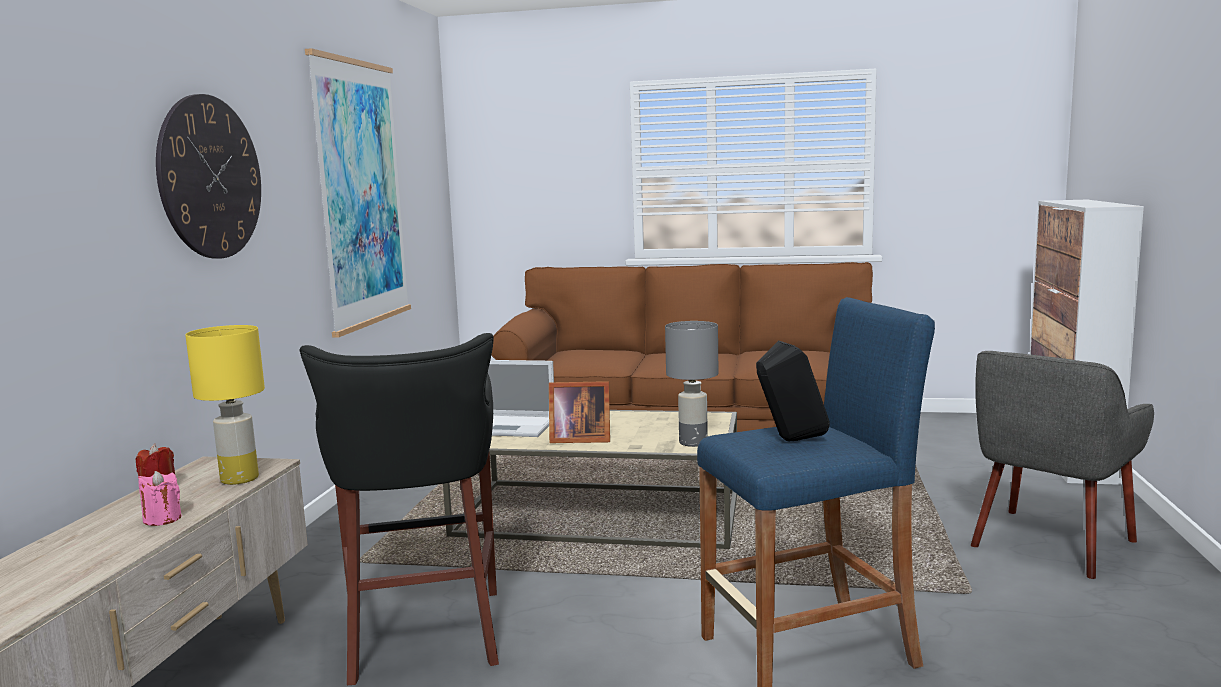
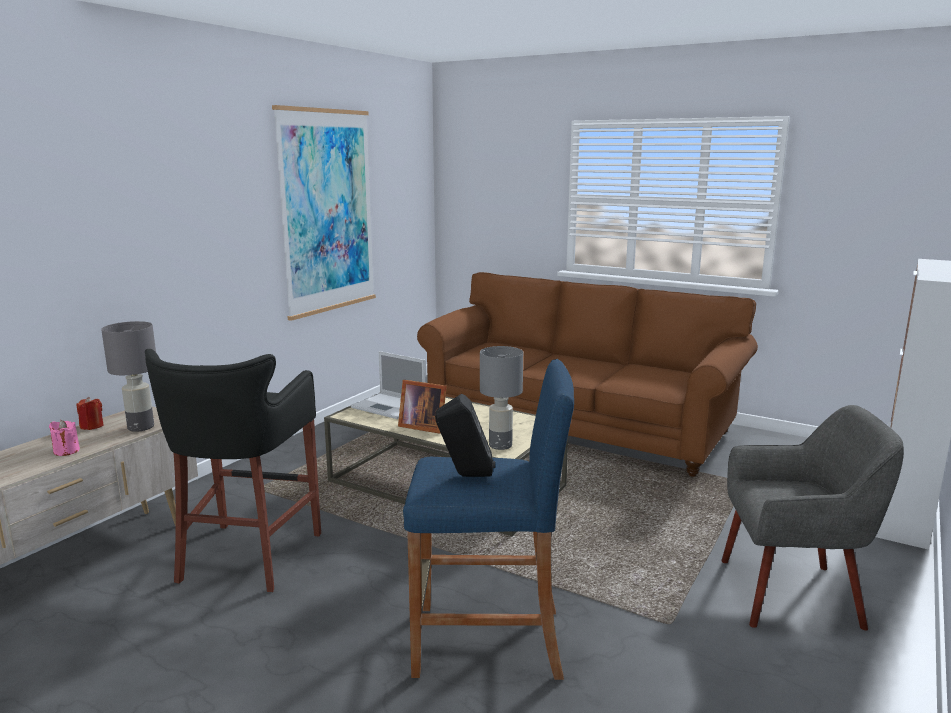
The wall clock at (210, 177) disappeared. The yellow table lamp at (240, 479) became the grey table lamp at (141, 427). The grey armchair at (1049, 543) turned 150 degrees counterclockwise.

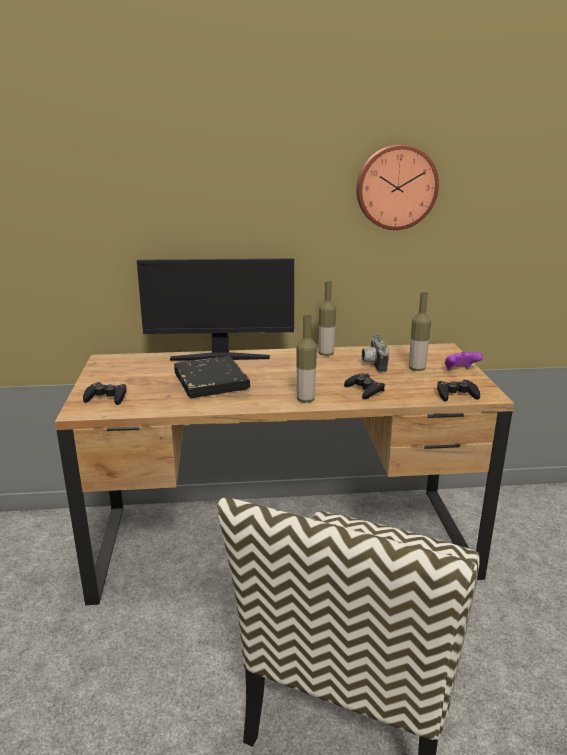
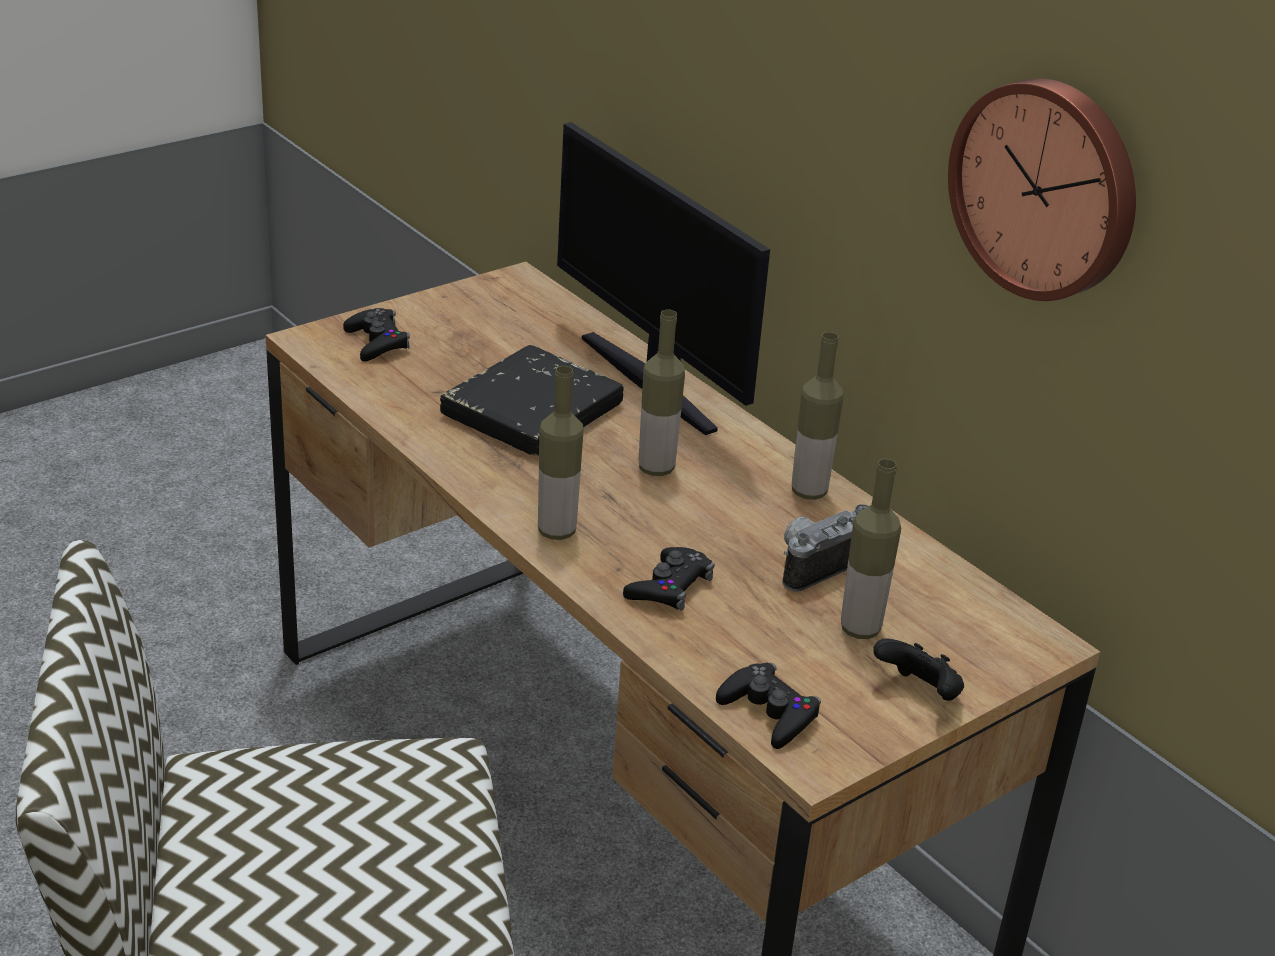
The bottle at (656, 468) appeared. The purple game controller at (460, 370) became the black game controller at (919, 693).

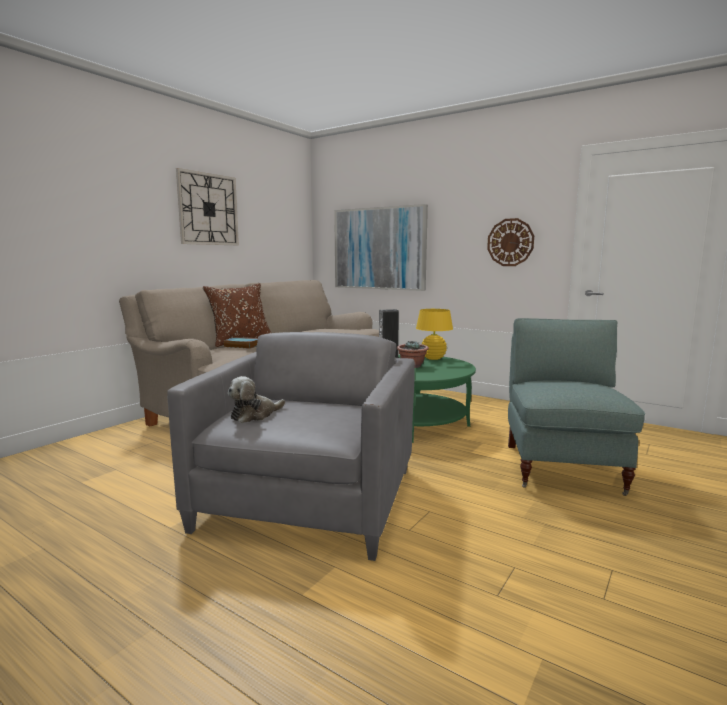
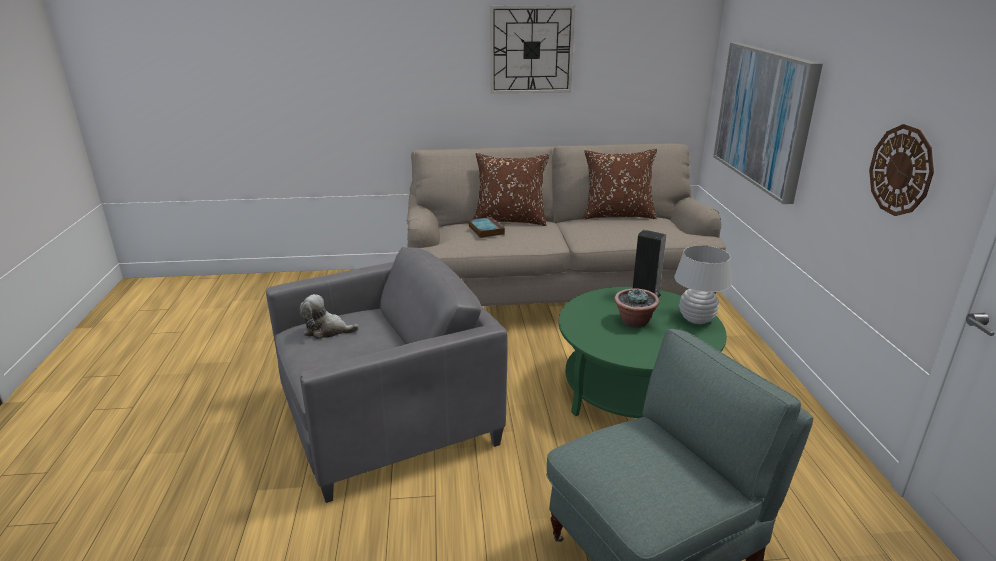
The brown pillow at (617, 215) appeared. The yellow table lamp at (433, 358) became the white table lamp at (696, 319).

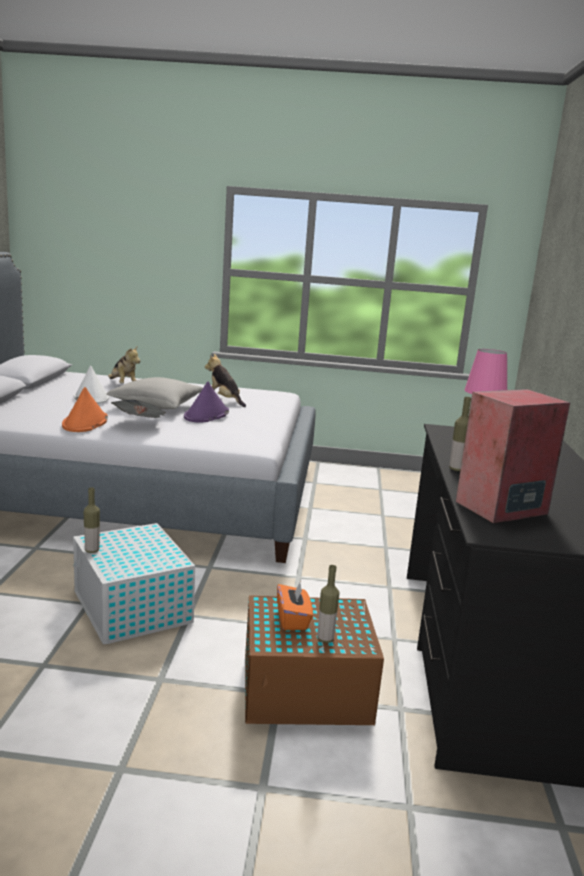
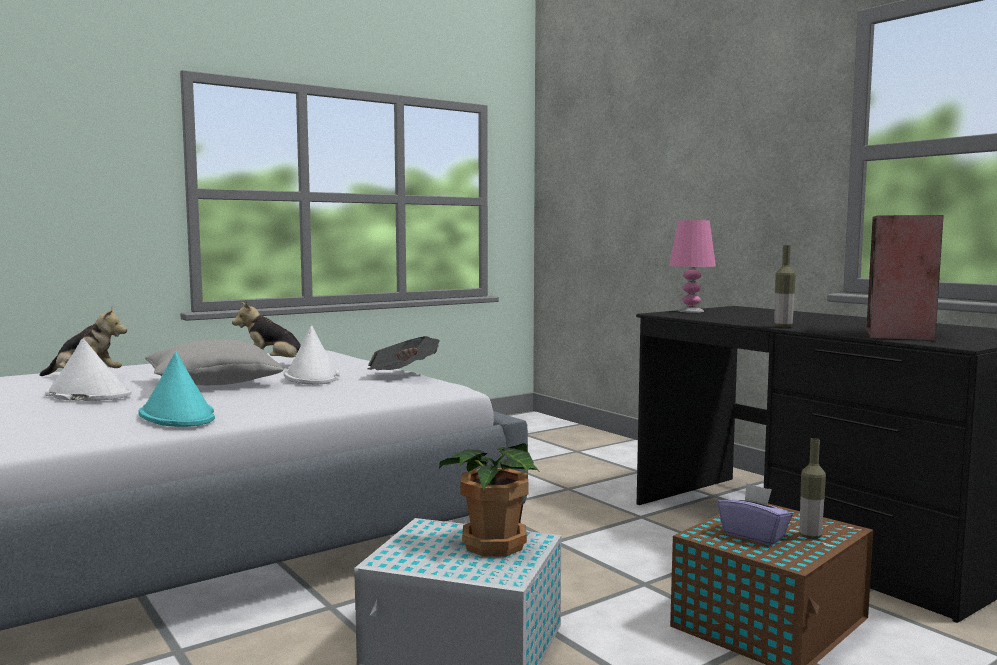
The bottle at (92, 550) disappeared. The potted plant at (493, 544) appeared. The newspaper moved from (140, 424) to (403, 375). The orange hat at (85, 423) became the turquoise hat at (177, 415). The purple hat at (206, 415) became the white hat at (312, 377). The orange tissue box at (293, 619) became the purple tissue box at (754, 535).

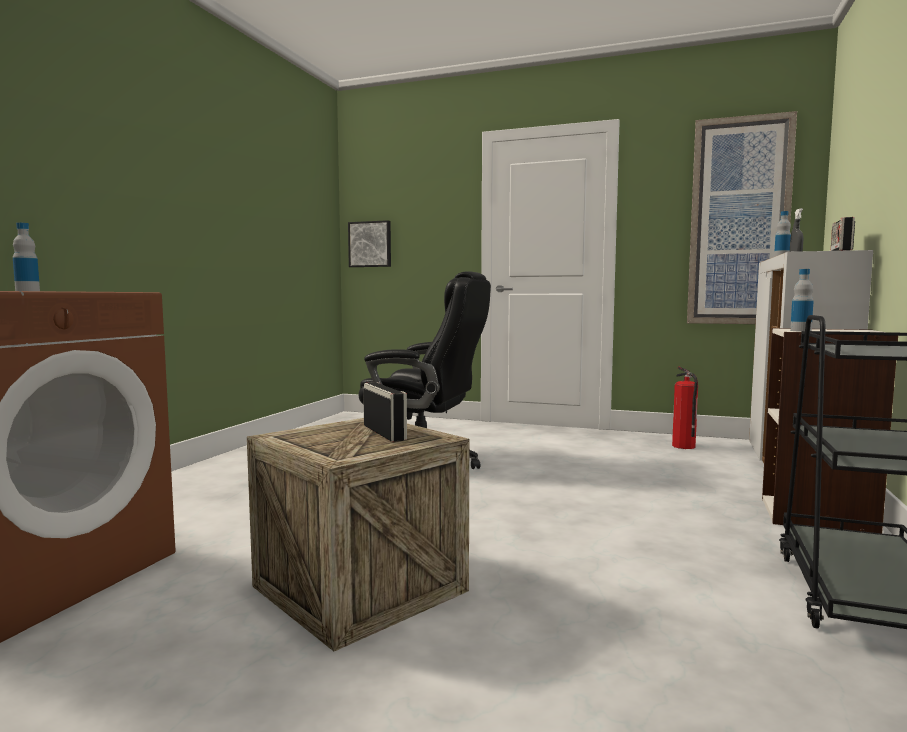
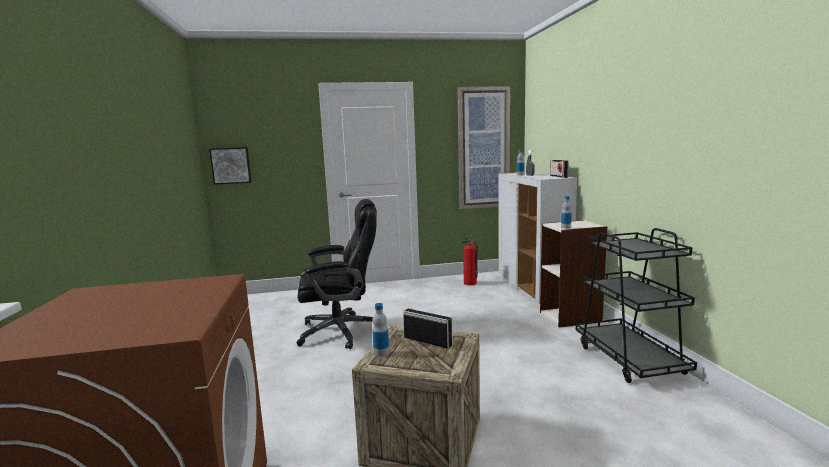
The bottle moved from (27, 291) to (381, 353).

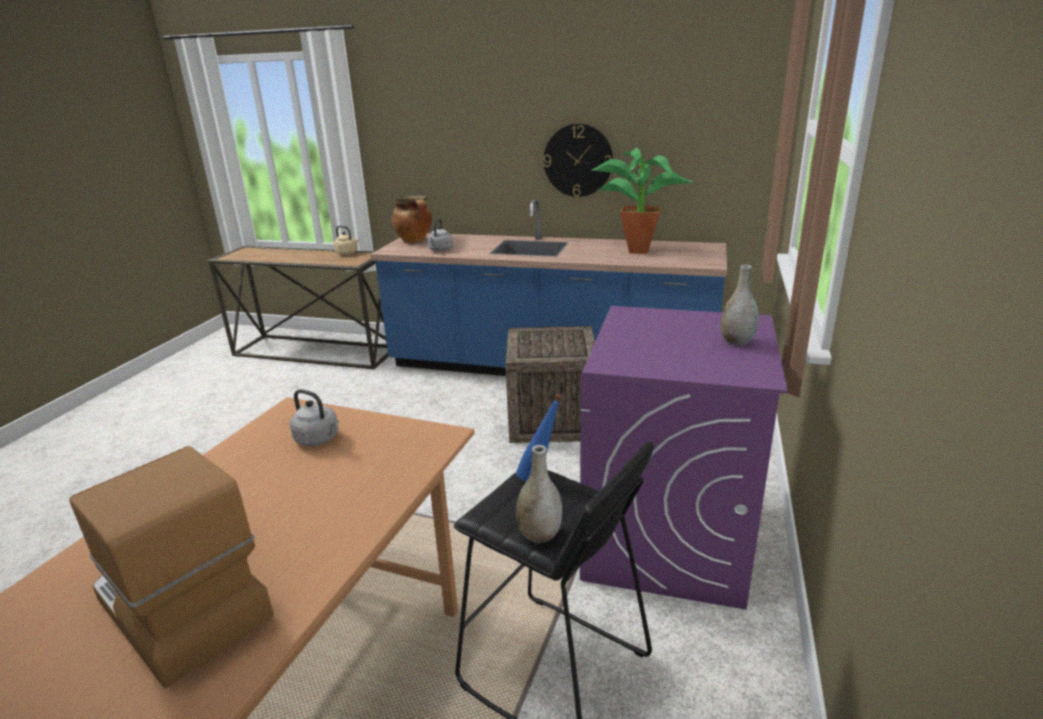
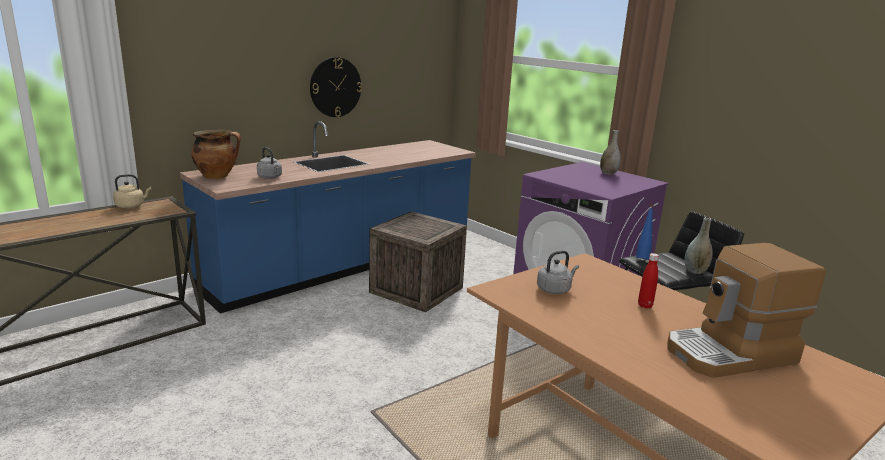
The potted plant at (634, 250) disappeared. The red bottle at (645, 305) appeared.

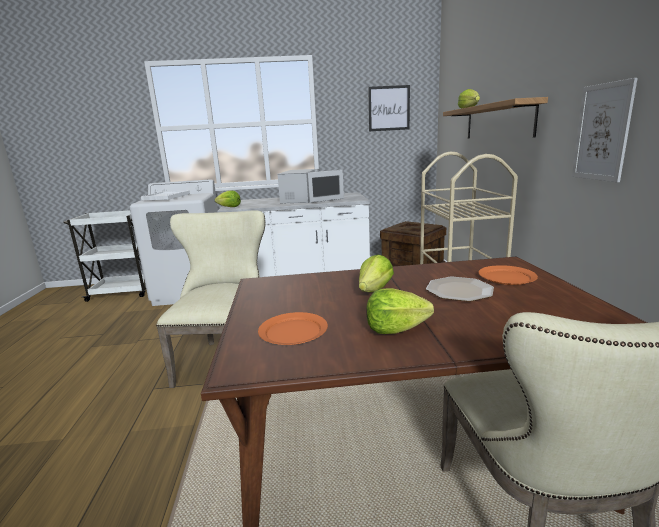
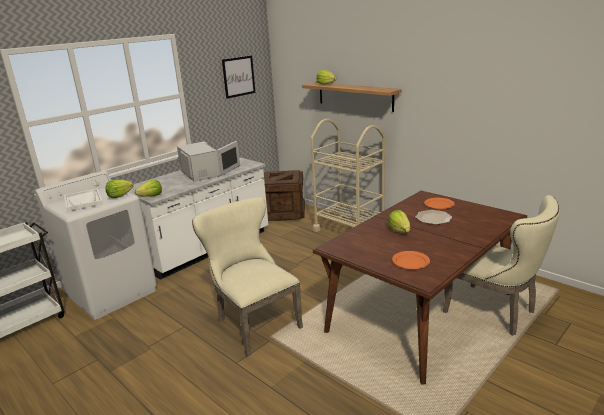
The picture at (602, 132) disappeared. The lettuce moved from (395, 329) to (119, 196).

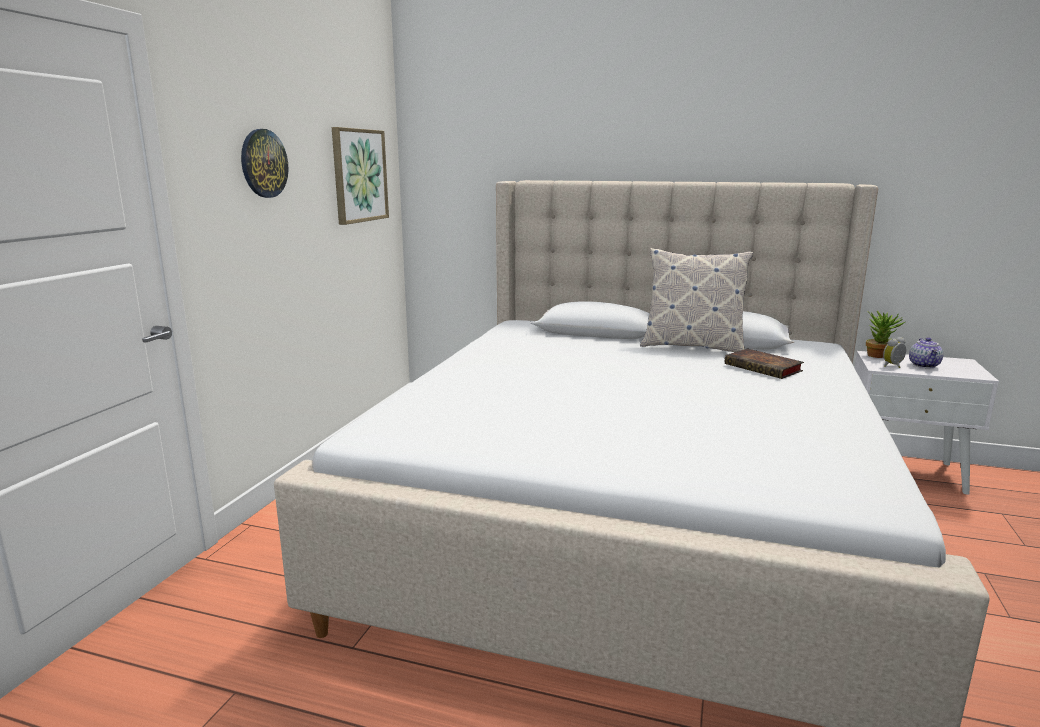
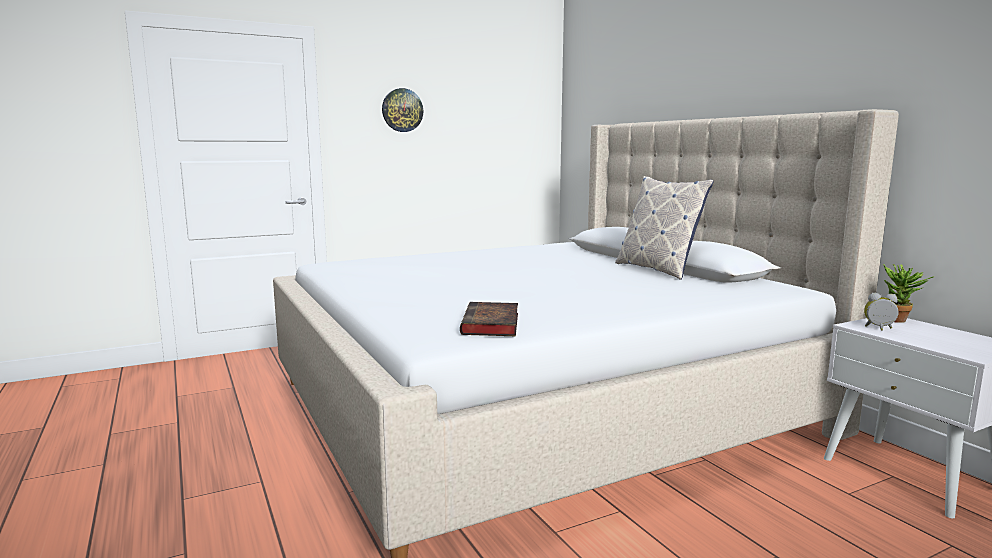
The picture at (359, 175) disappeared. The teapot at (925, 365) disappeared. The book moved from (765, 368) to (491, 325).

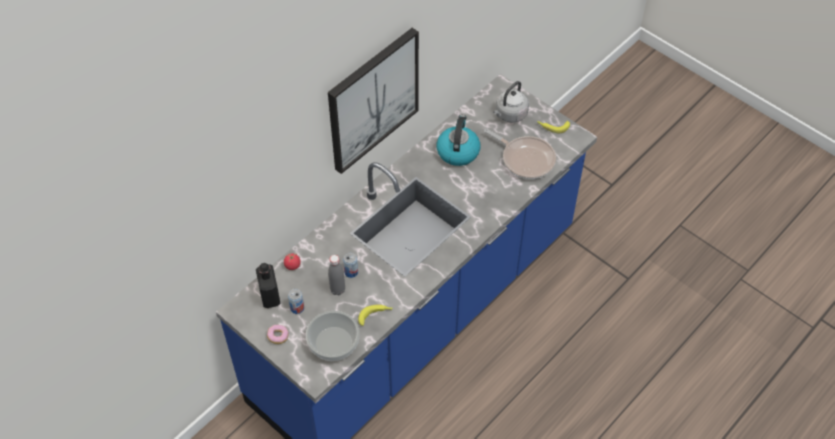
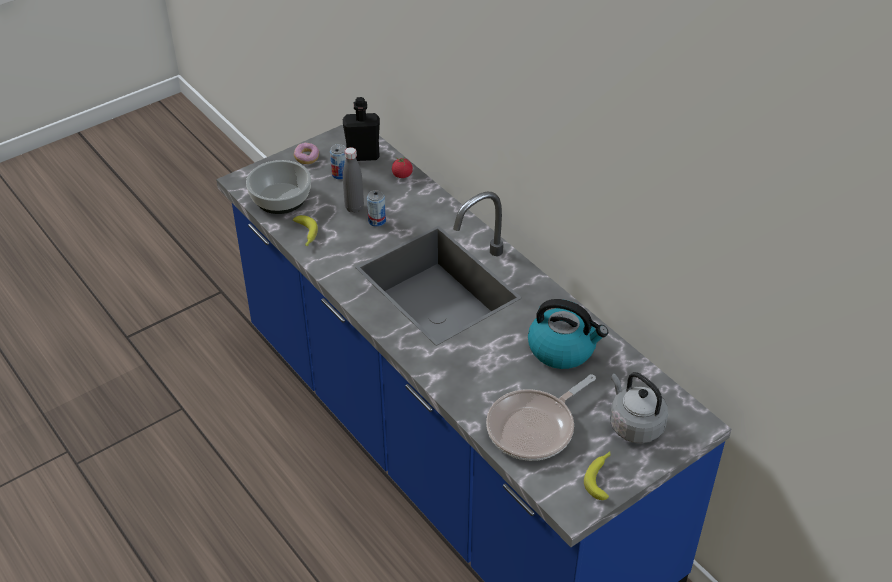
The picture at (372, 99) disappeared.

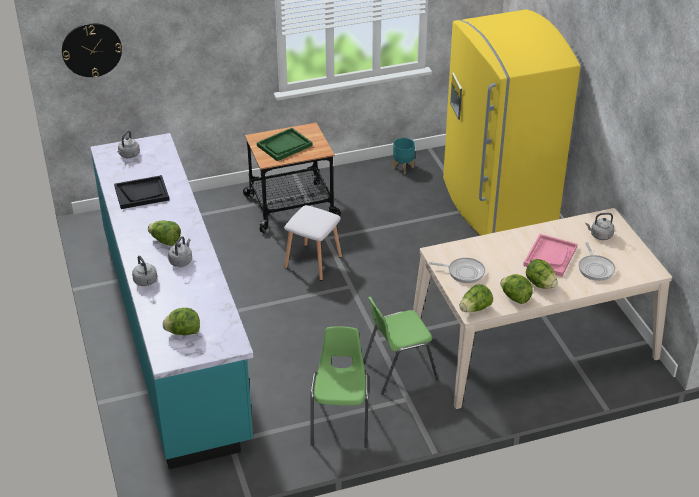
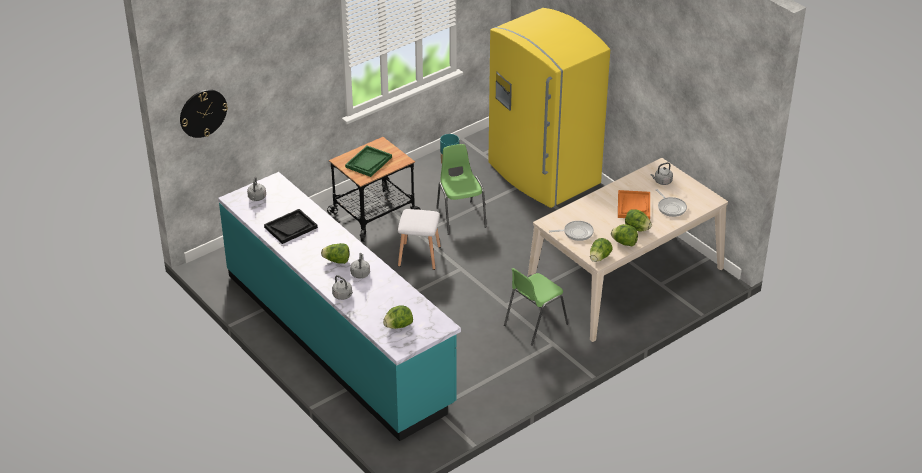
The green chair moved from (341, 422) to (460, 217). The pink tray at (550, 256) became the orange tray at (633, 206).

